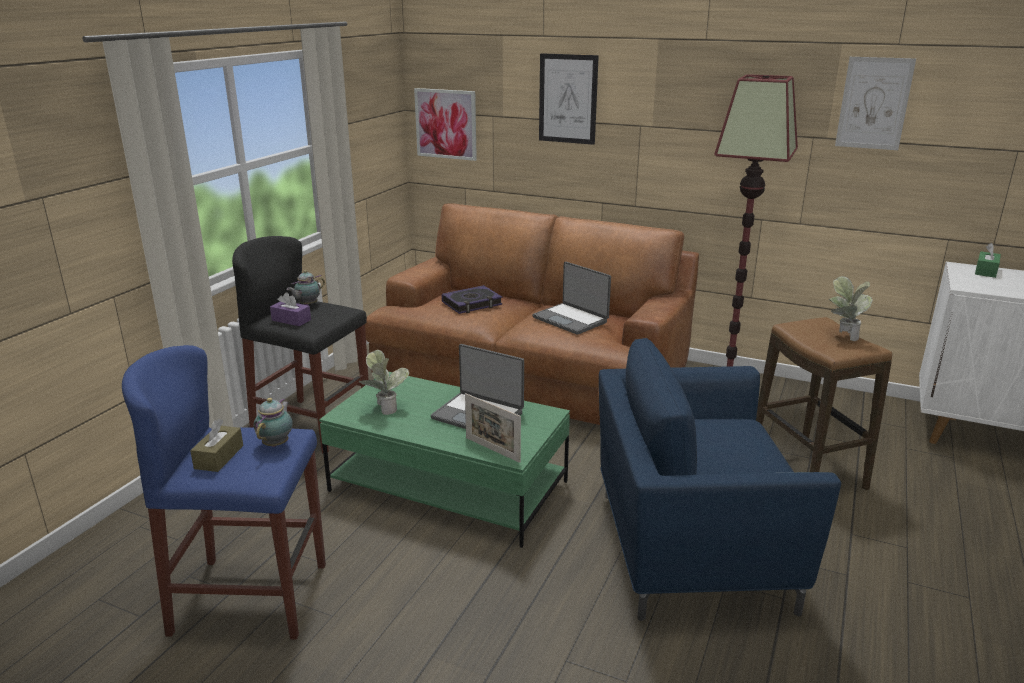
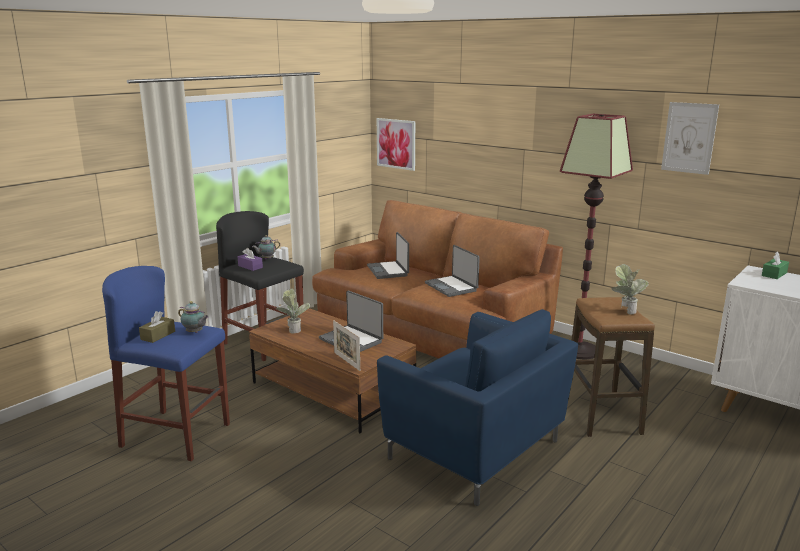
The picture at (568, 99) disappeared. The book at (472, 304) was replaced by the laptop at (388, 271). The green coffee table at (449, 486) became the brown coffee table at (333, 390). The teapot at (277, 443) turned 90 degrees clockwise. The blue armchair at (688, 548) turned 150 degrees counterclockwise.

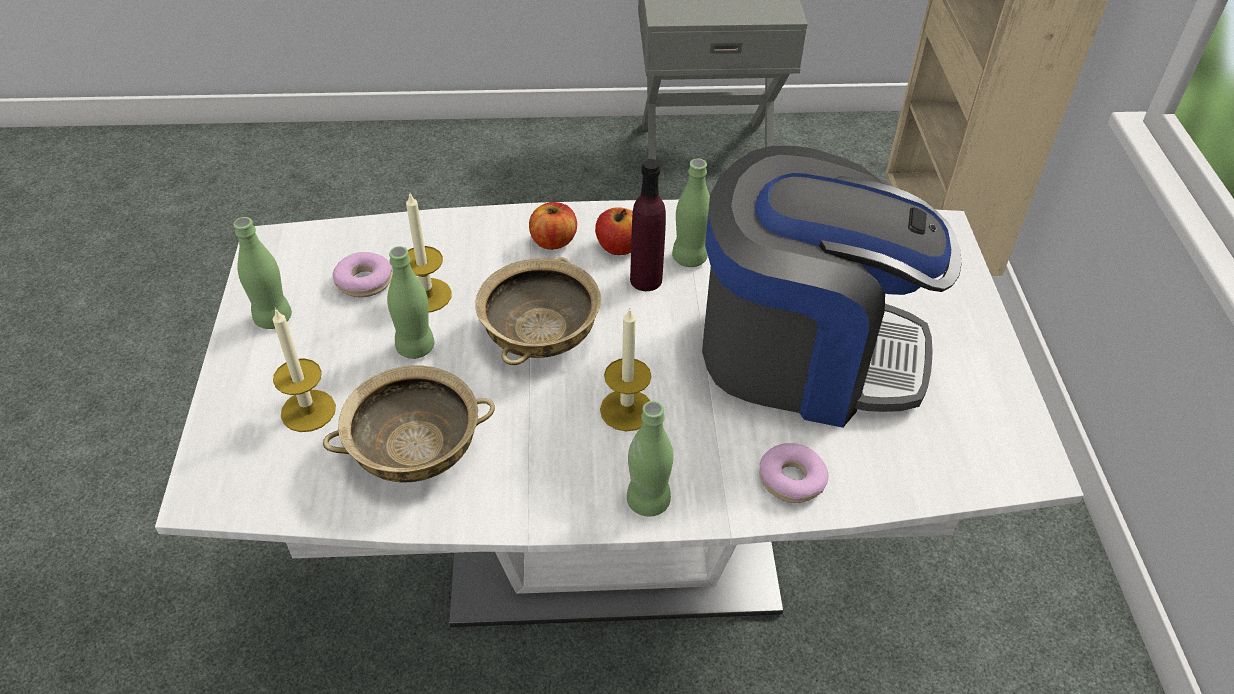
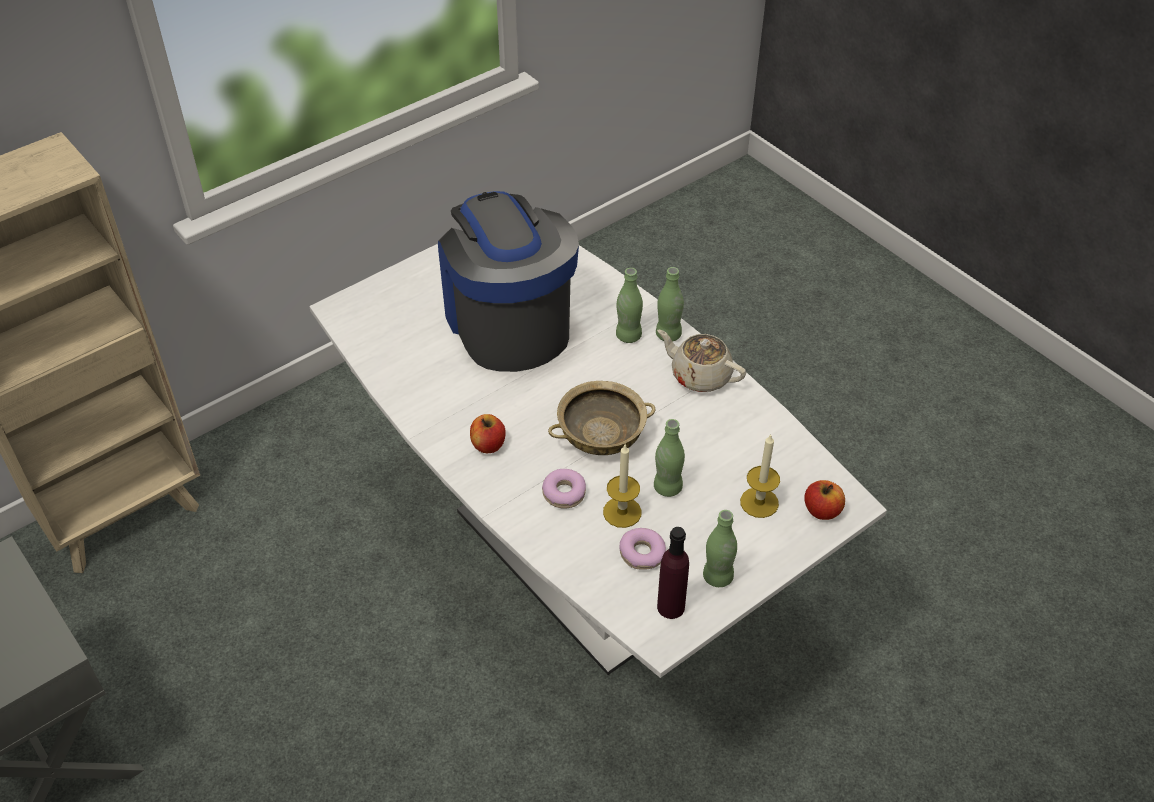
The beige bowl at (414, 451) disappeared. The candle at (626, 410) disappeared. The beige teapot at (699, 375) appeared. The apple moved from (553, 241) to (822, 510). The purple bottle moved from (646, 280) to (670, 607). The green bottle moved from (689, 258) to (628, 336). The donut moved from (791, 480) to (564, 493).

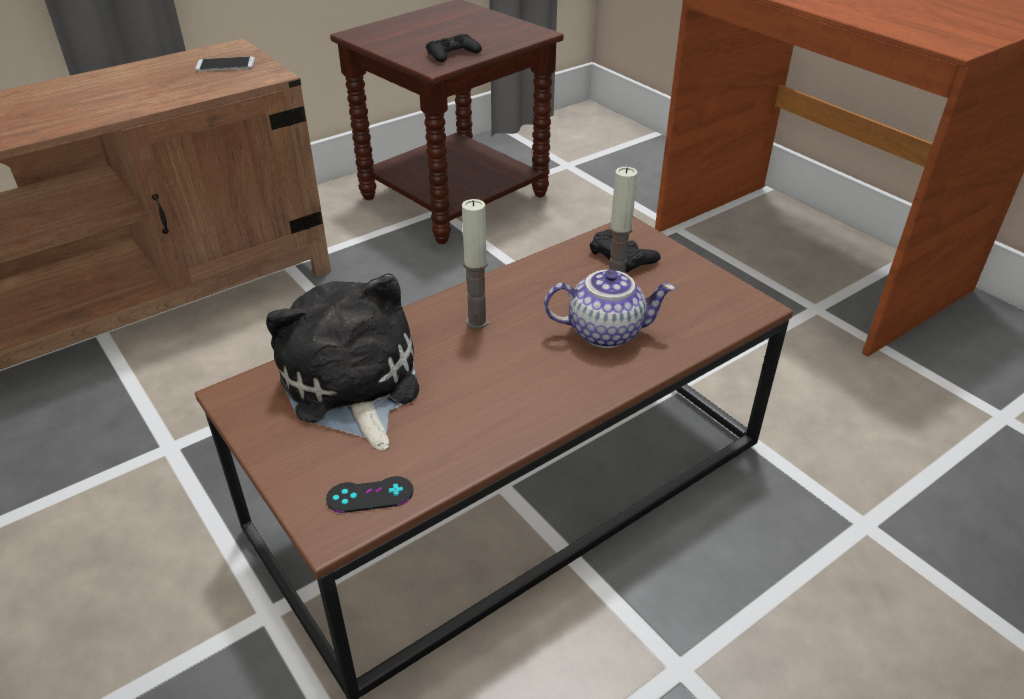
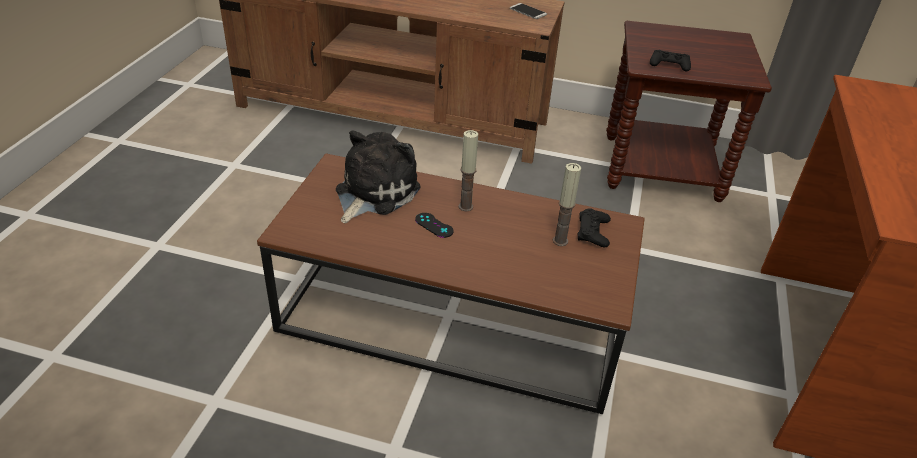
The teapot at (606, 331) disappeared. The black game controller moved from (370, 495) to (434, 225).

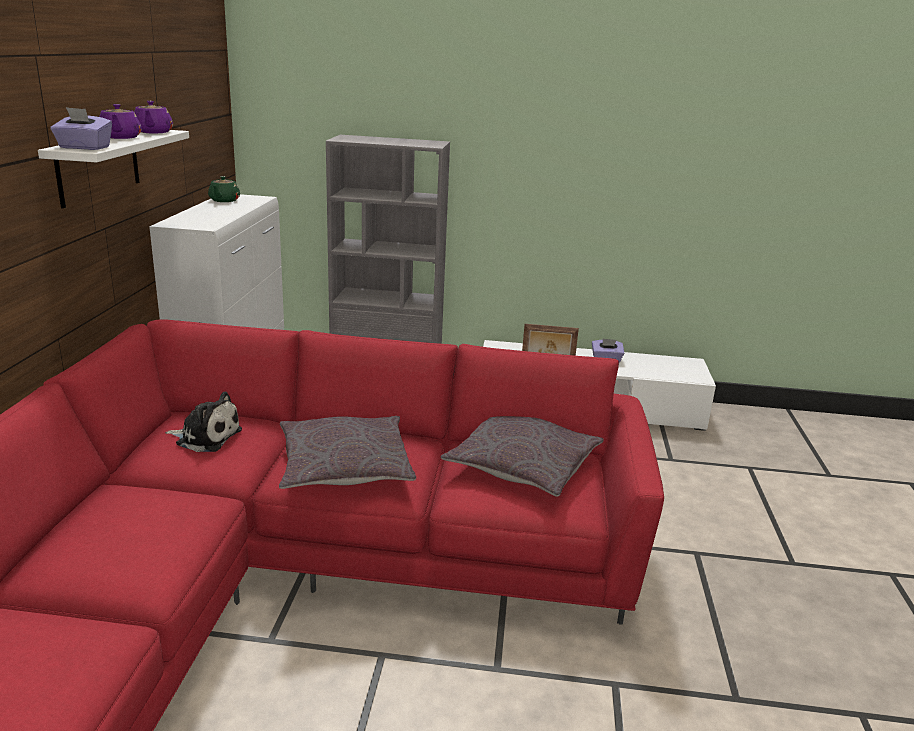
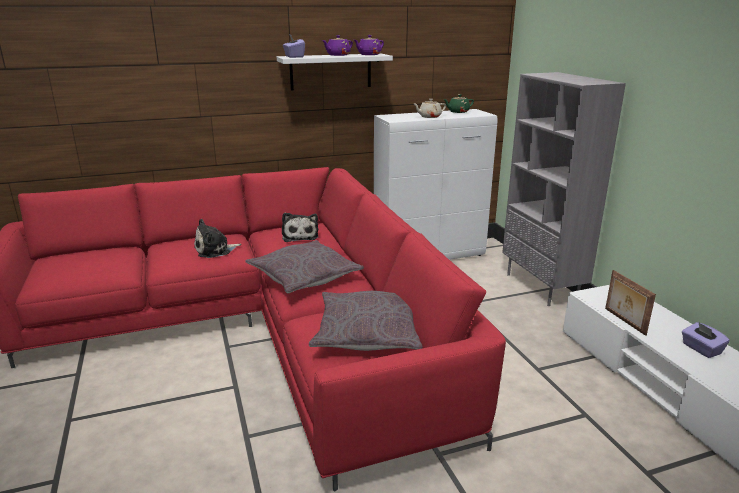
The plush toy at (215, 250) appeared. The beige teapot at (429, 117) appeared.

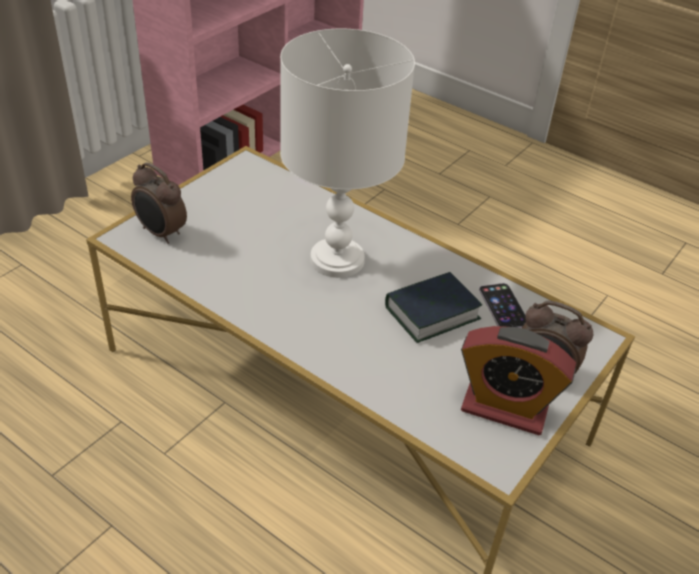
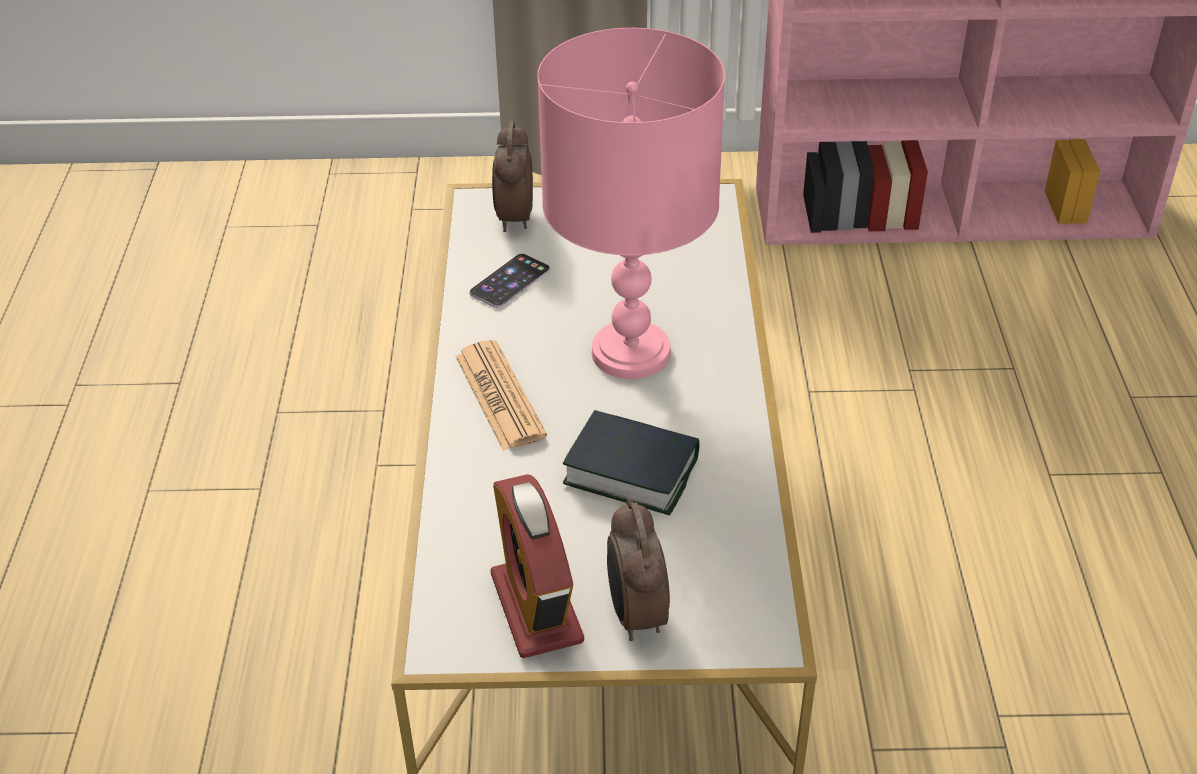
The newspaper at (499, 396) appeared. The phone moved from (503, 307) to (510, 281). The white table lamp at (337, 260) became the pink table lamp at (629, 353).

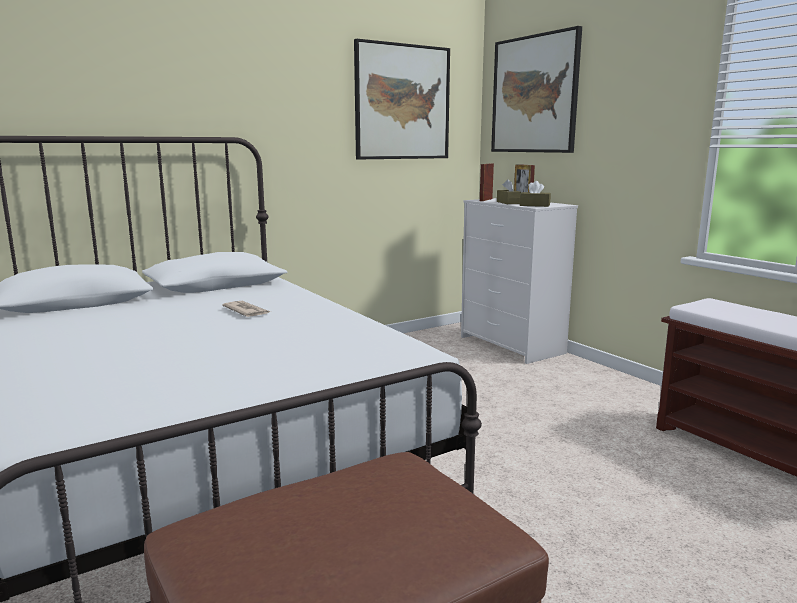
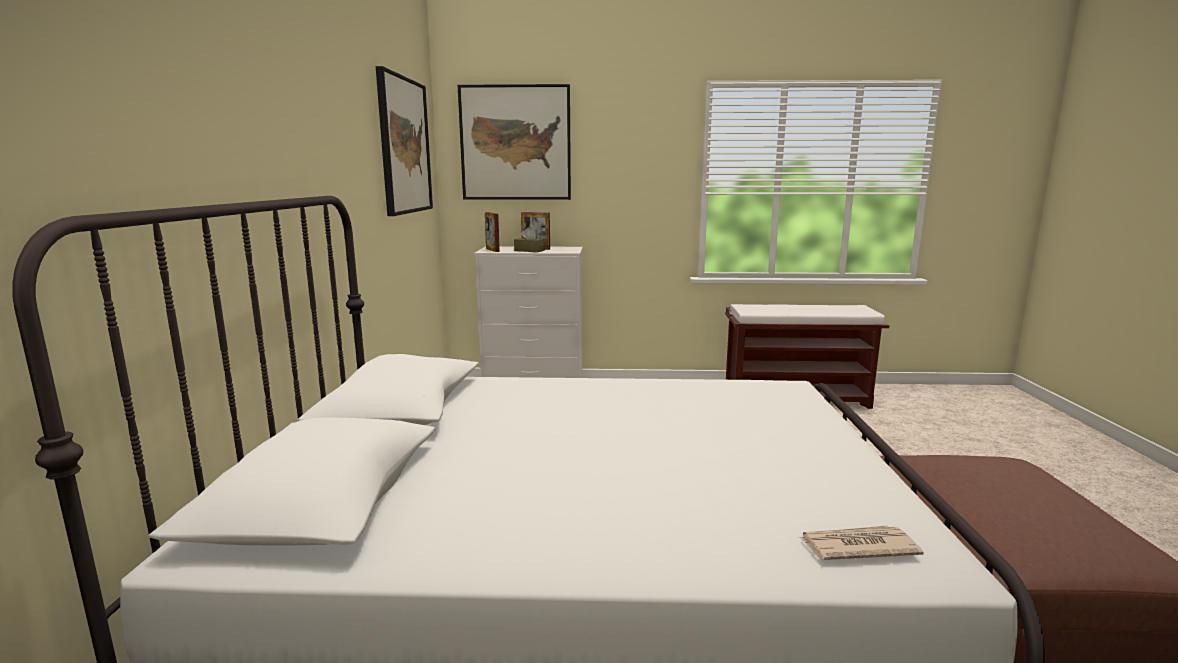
The brown tissue box at (534, 205) disappeared. The newspaper moved from (246, 311) to (856, 547).

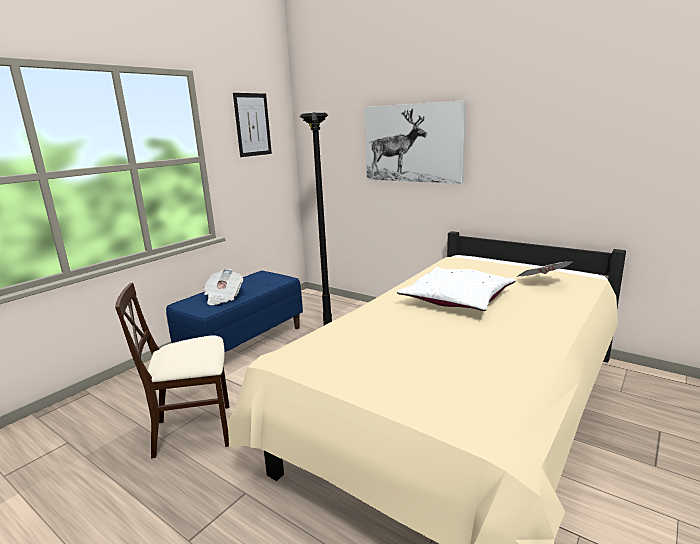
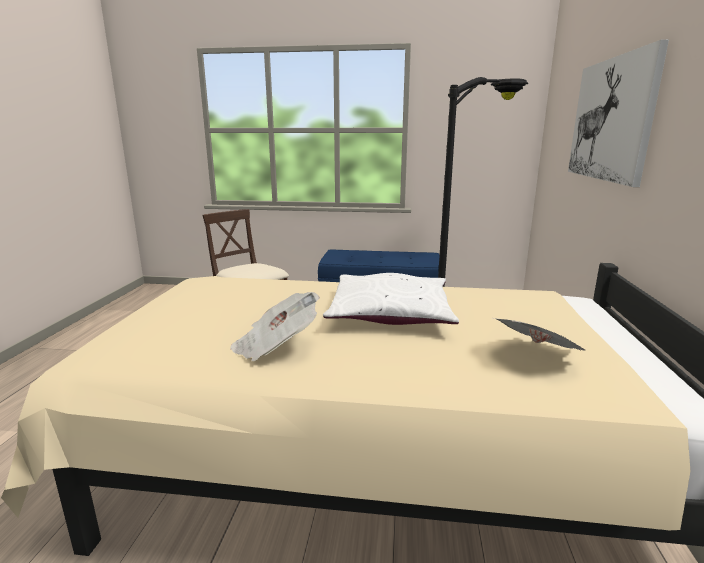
The picture at (252, 125) disappeared. The newspaper moved from (223, 297) to (275, 346).

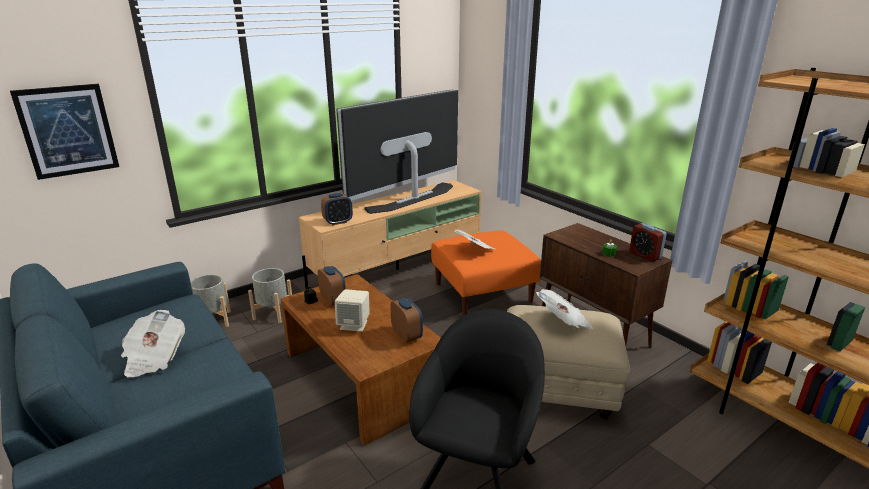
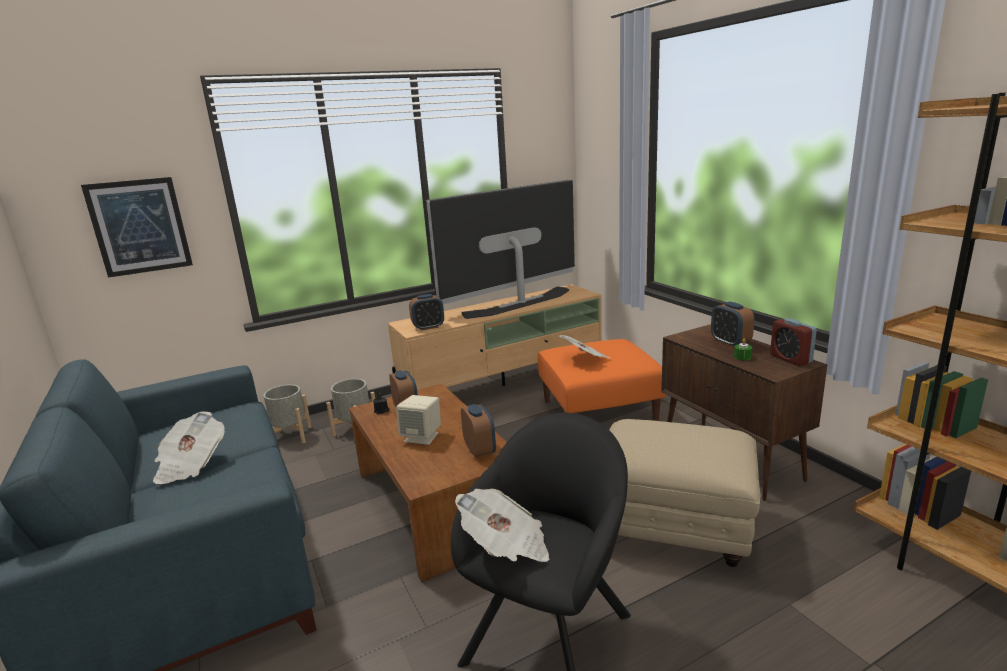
The alarm clock at (730, 343) appeared. The newspaper moved from (563, 322) to (506, 546).

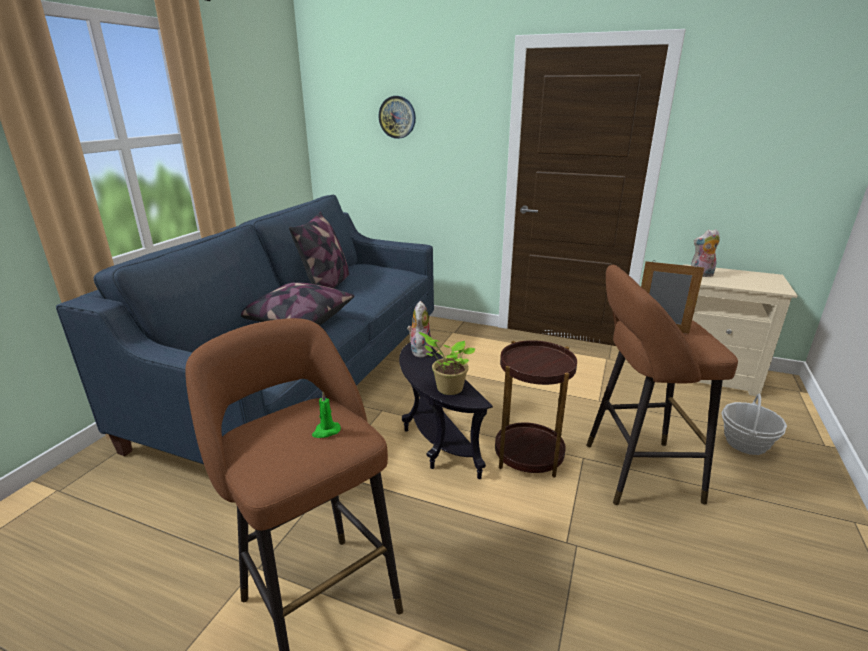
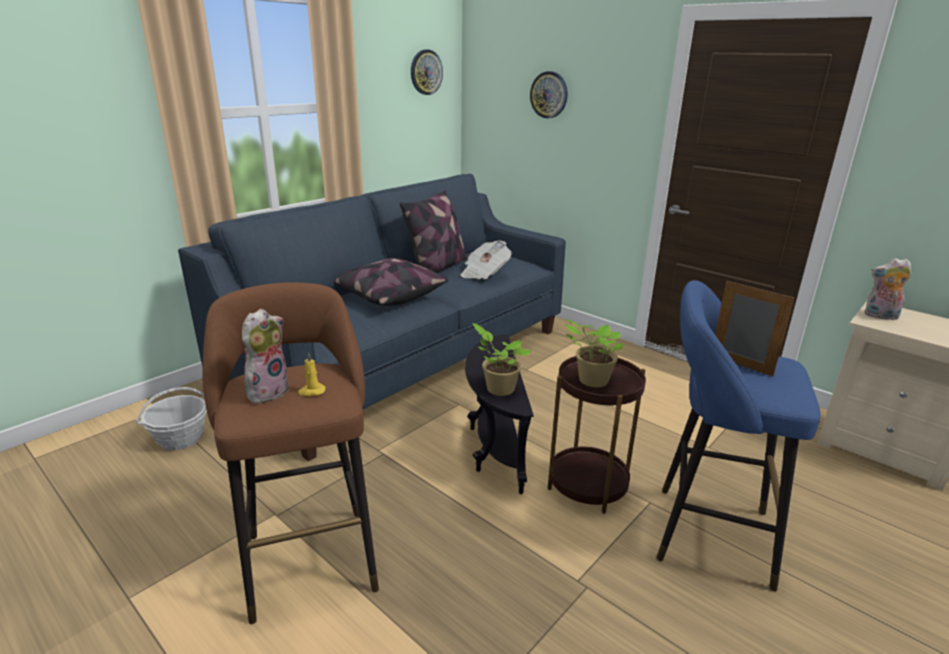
The wall clock at (426, 72) appeared. The newspaper at (484, 273) appeared. The potted plant at (591, 380) appeared. The plush toy moved from (419, 350) to (267, 391). The basket moved from (745, 443) to (180, 438). The green candle at (326, 431) became the yellow candle at (311, 391). The brown stool at (634, 472) became the blue stool at (704, 533).

